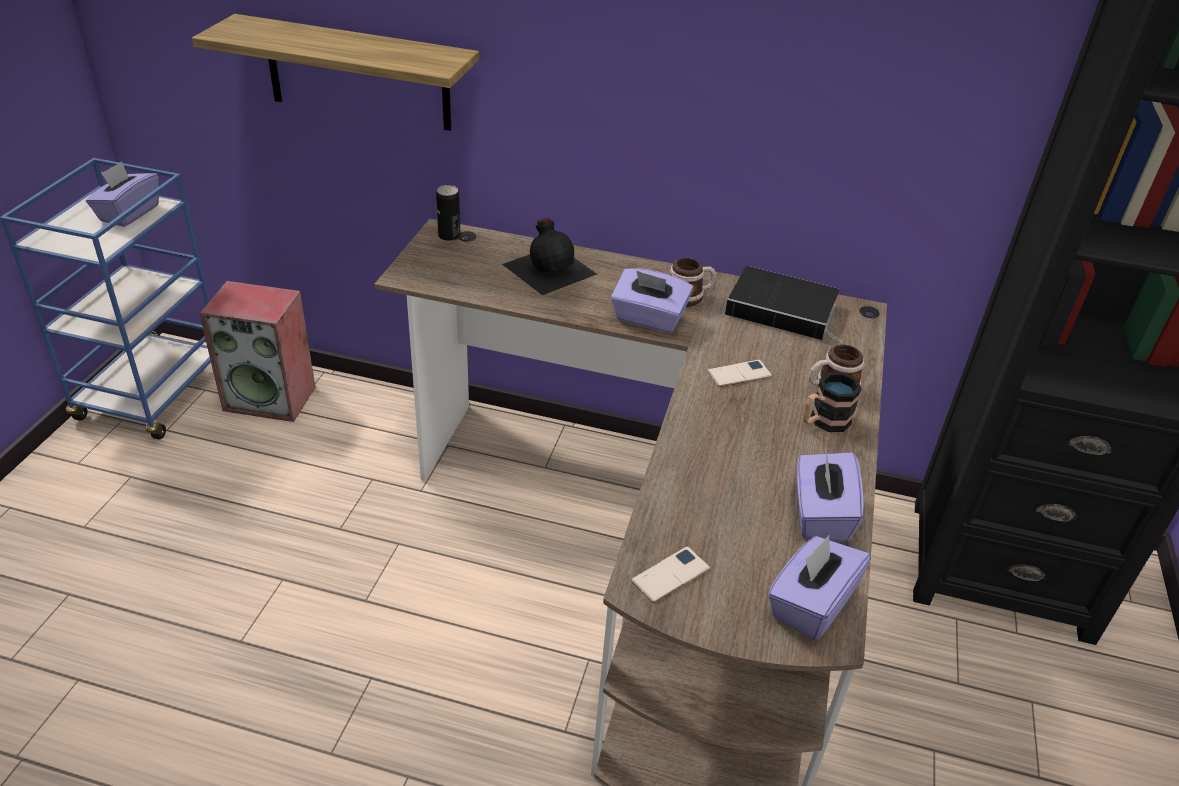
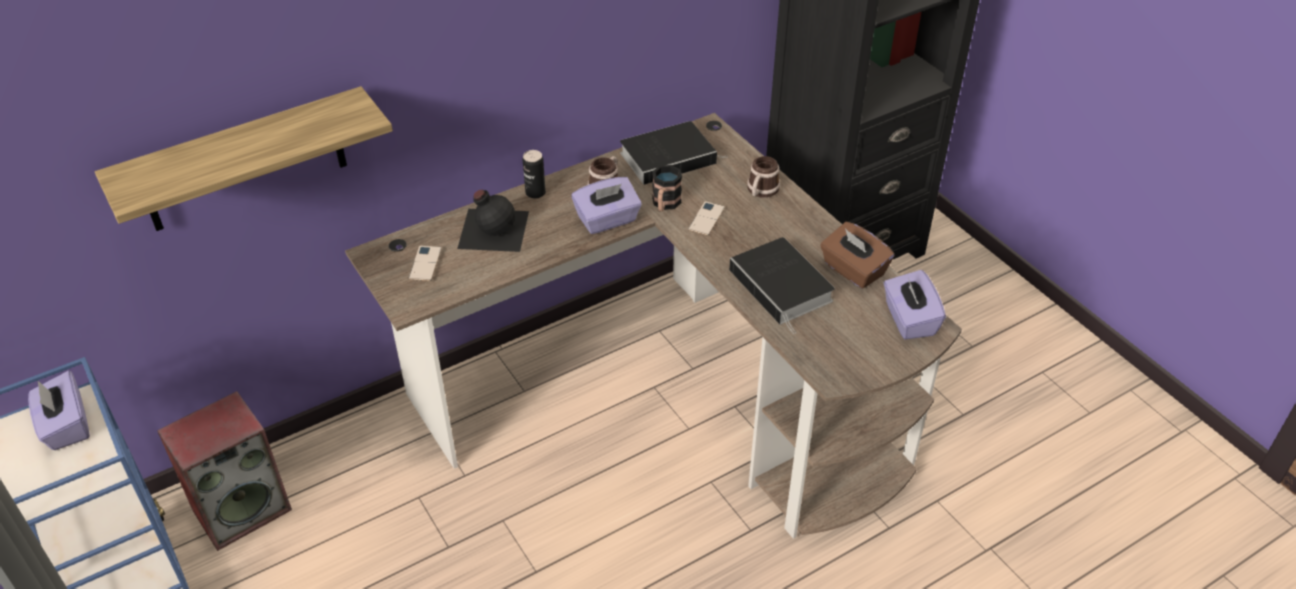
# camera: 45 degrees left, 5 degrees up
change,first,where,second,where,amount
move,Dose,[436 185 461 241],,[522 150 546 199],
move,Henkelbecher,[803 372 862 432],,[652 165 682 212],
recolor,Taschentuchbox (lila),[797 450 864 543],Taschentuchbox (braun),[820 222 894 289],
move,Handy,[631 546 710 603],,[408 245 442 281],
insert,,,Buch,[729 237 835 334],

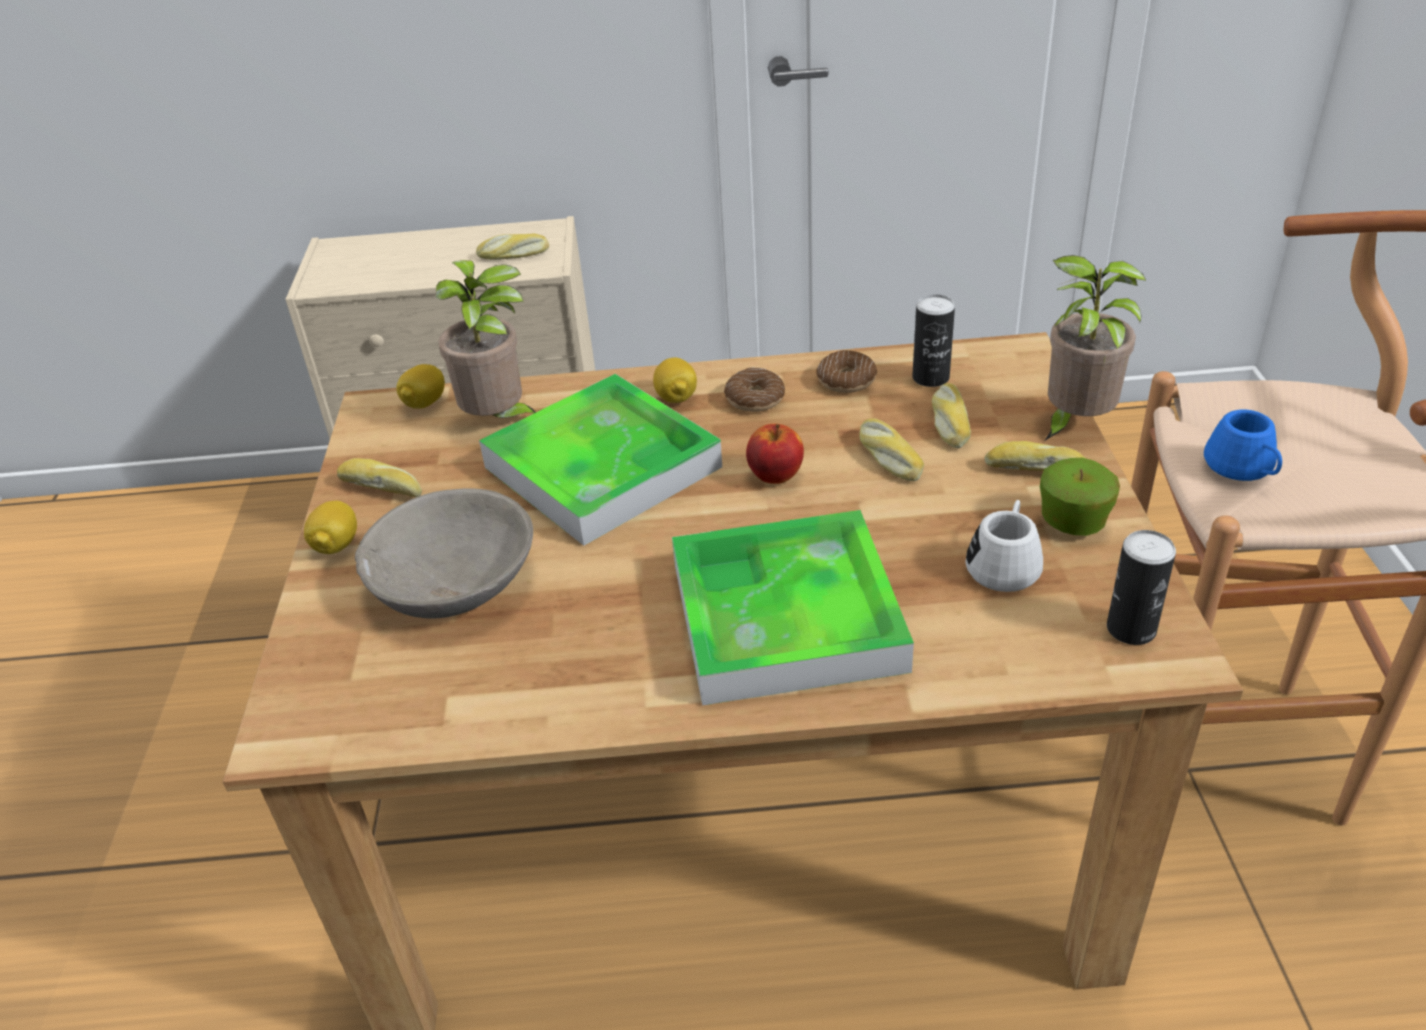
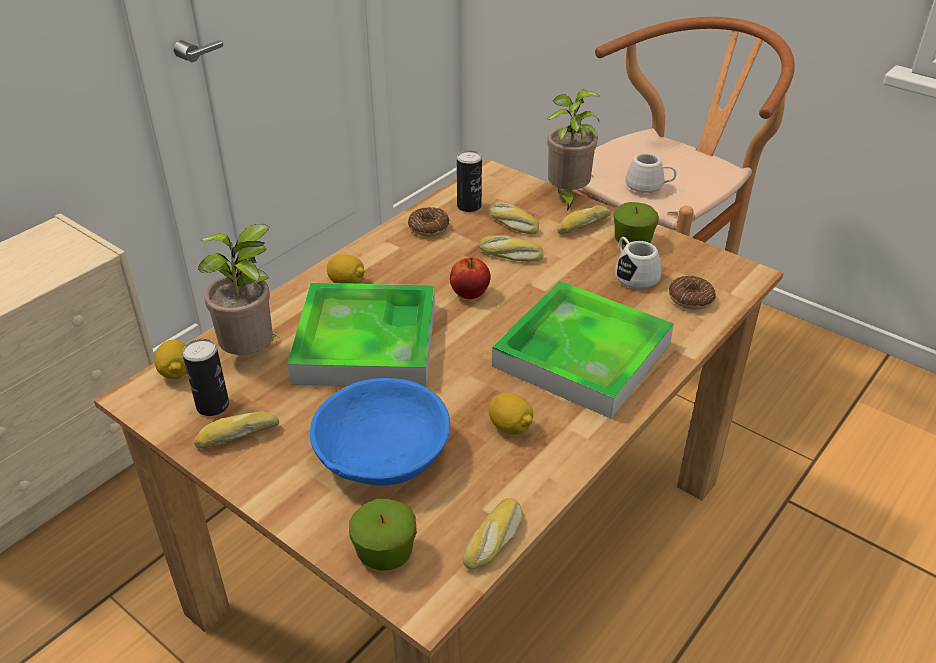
# camera: 50 degrees left, 0 degrees up
change,first,where,second,where,amount
move,Brot,[476 234 549 260],,[463 498 522 570],
move,Donut,[724 368 785 412],,[669 276 716 310],
recolor,Henkelbecher (blau),[1204 410 1282 481],Henkelbecher (weiß),[625 153 677 193],
recolor,Schüssel (grau),[355 489 533 618],Schüssel (blau),[310 378 450 485],
move,Zitrone,[304 501 357 554],,[489 393 533 435],
move,Dose,[1107 530 1176 645],,[182 339 229 416],
insert,,,Apfel,[349 499 417 570],

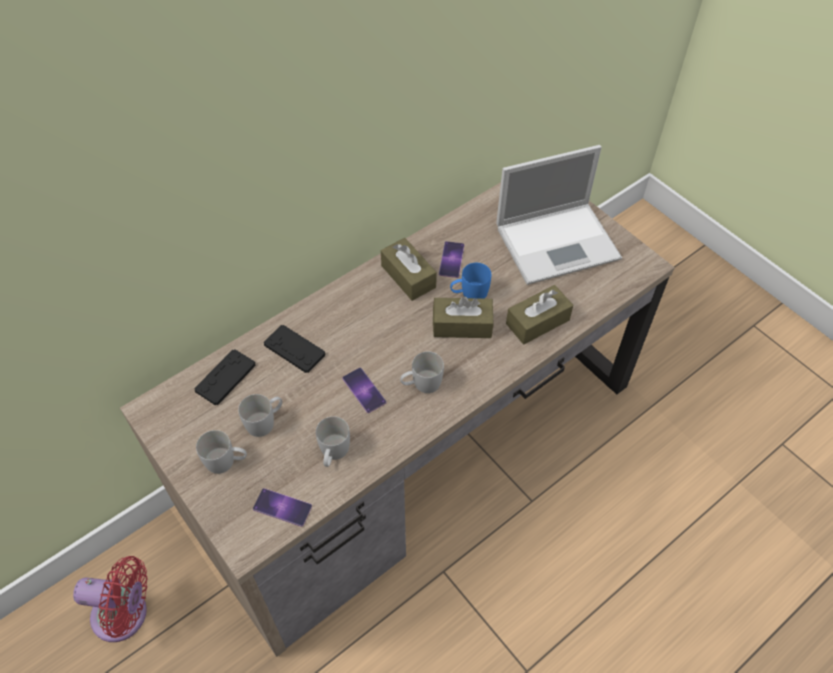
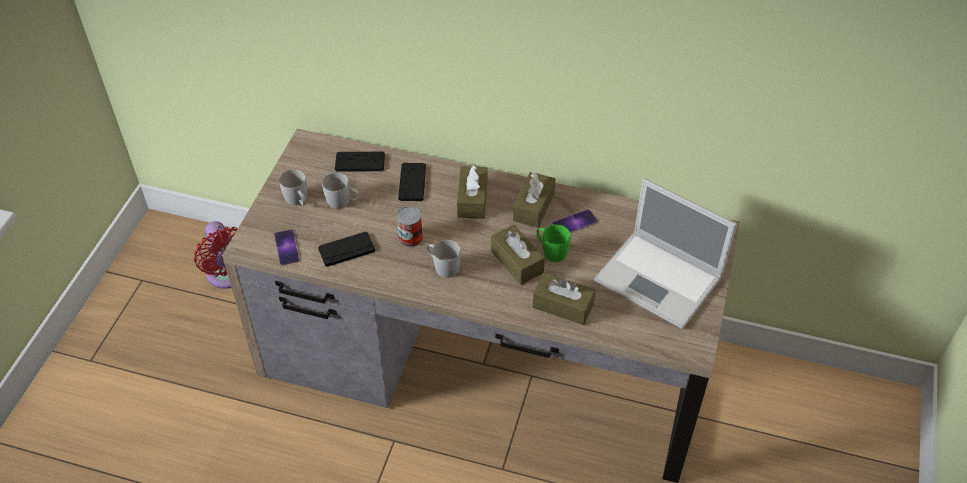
# camera: 55 degrees right, 5 degrees down
change,first,where,second,where,amount
recolor,Henkelbecher (blau),[450 263 491 299],Henkelbecher (grün),[537 225 571 262],
replace,Handy,[342 368 387 413],Dose,[396 206 423 247],
replace,Henkelbecher (weiß),[316 416 350 467],Gamepad (schwarz),[318 232 375 267],
insert,,,Taschentuchbox (braun),[457 165 487 219],

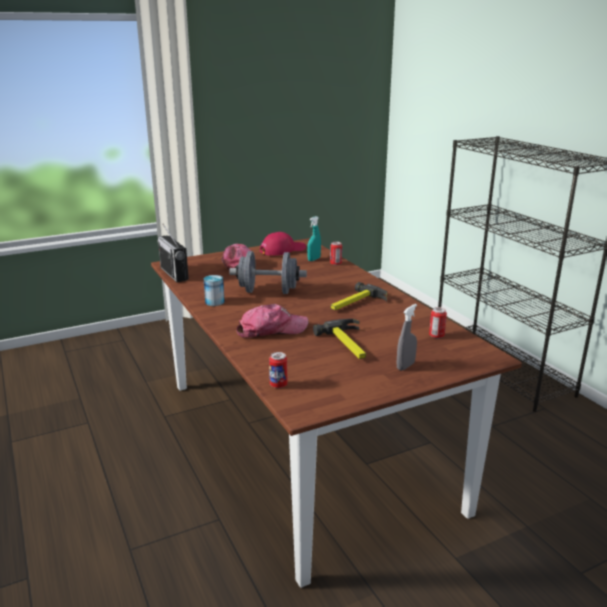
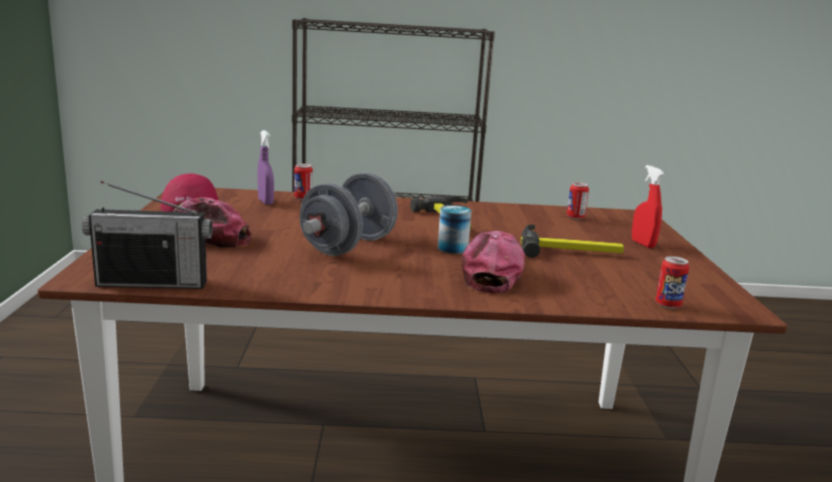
# camera: 65 degrees left, 5 degrees down
change,first,where,second,where,amount
recolor,Sprühflasche (türkis),[307 216 321 261],Sprühflasche (lila),[258 130 274 205],
move,Dose,[204 275 225 306],,[438 205 471 254],
recolor,Sprühflasche (grau),[396 304 417 371],Sprühflasche (rot),[632 165 664 248],

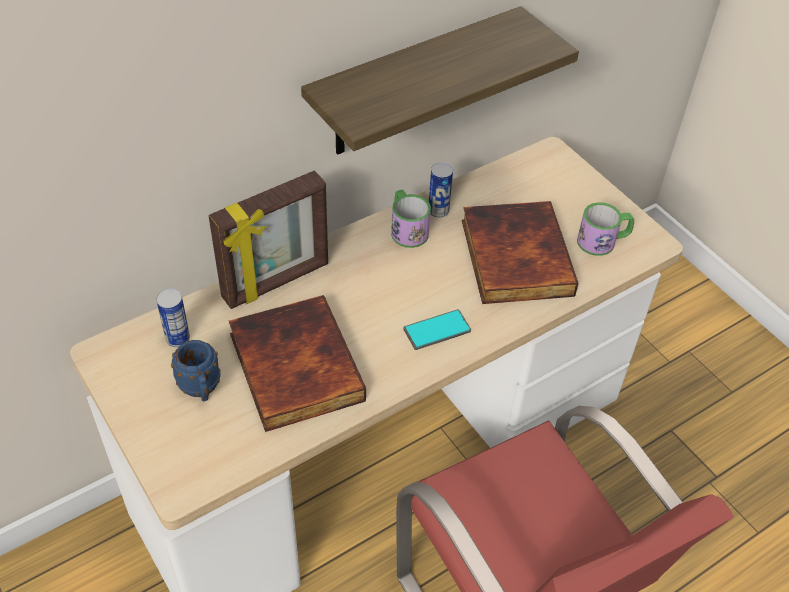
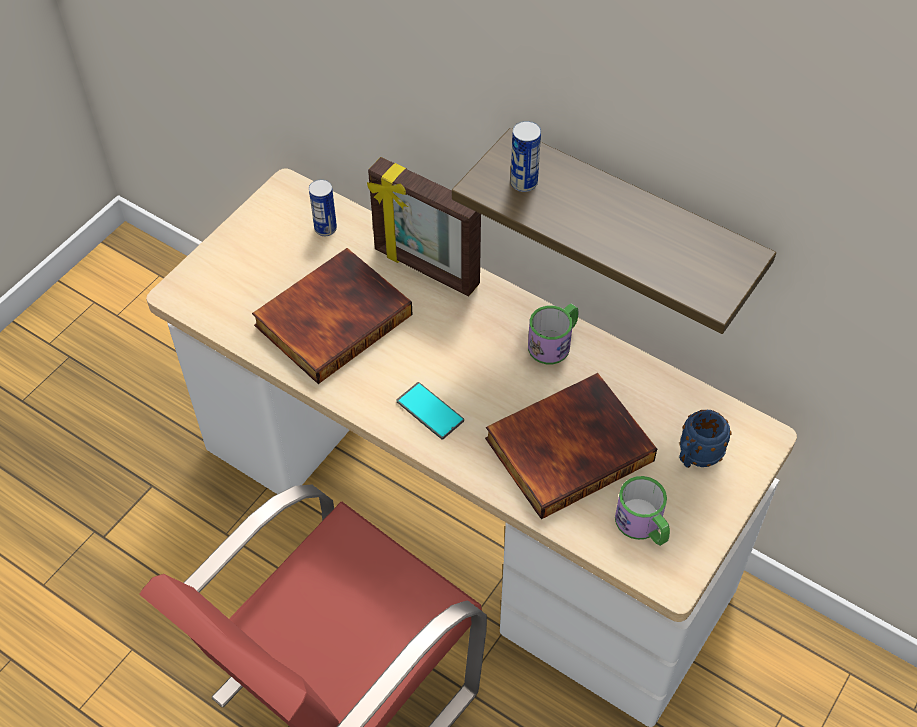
# camera: 70 degrees right, 5 degrees up
change,first,where,second,where,amount
move,Dose,[429 162 453 218],,[511 121 541 192],
move,Henkelbecher (blau),[171 340 220 401],,[679 410 732 468],

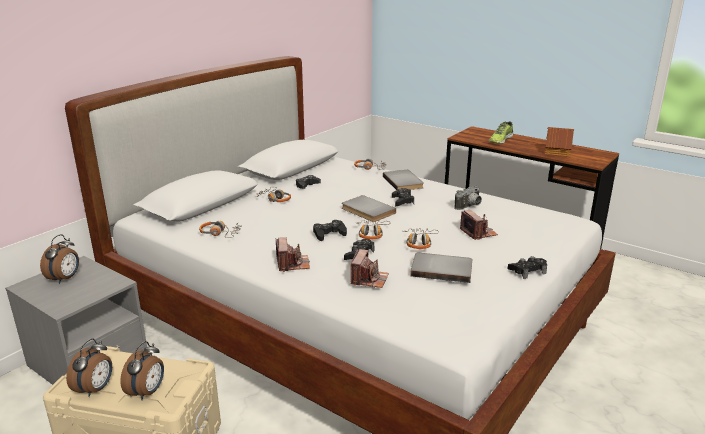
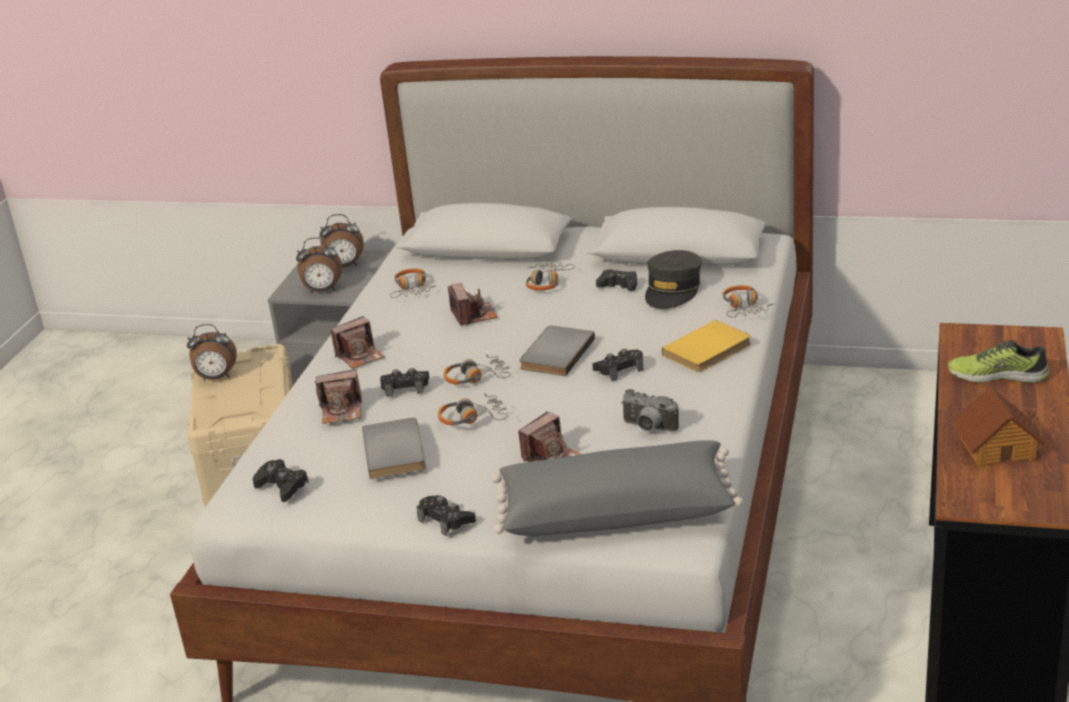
# camera: 70 degrees right, 5 degrees up
change,first,where,second,where,amount
recolor,Buch (grau),[383 170 424 190],Buch (gelb),[662 320 751 372],
move,Gamepad (schwarz),[313 220 347 241],,[252 459 309 502],
move,Wecker,[120 341 164 400],,[296 237 342 293],
insert,,,Kappe (grau),[645 250 702 309],
insert,,,Kamera,[448 283 497 326],
insert,,,Kissen (grau),[492 440 743 536],

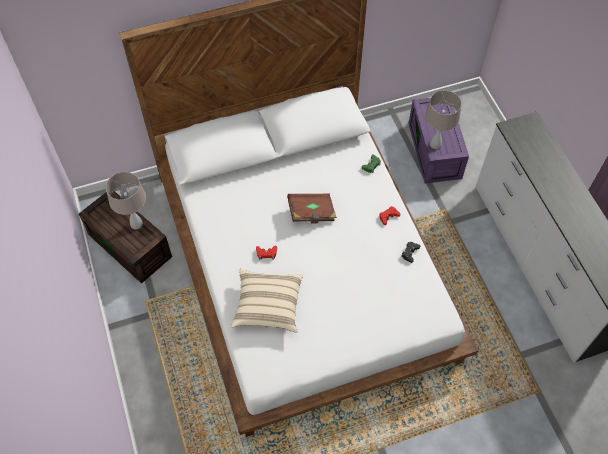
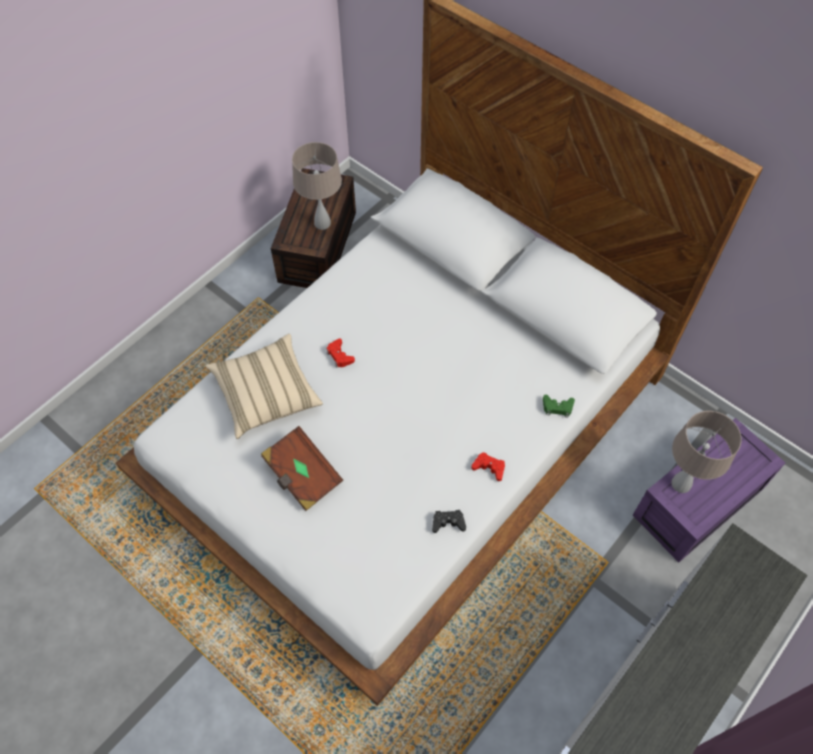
# camera: 60 degrees right, 0 degrees up
change,first,where,second,where,amount
move,Buch (braun),[287 194 337 224],,[261 426 343 511],

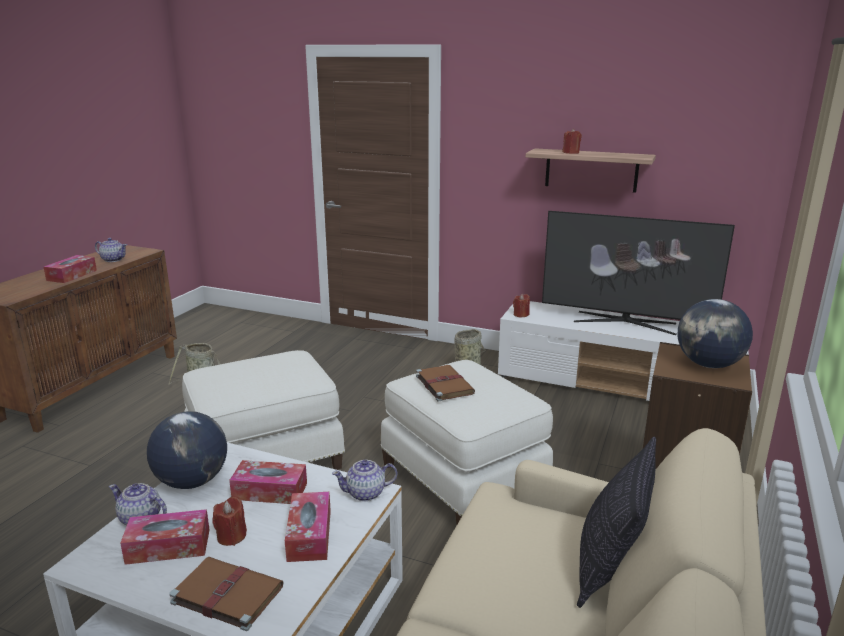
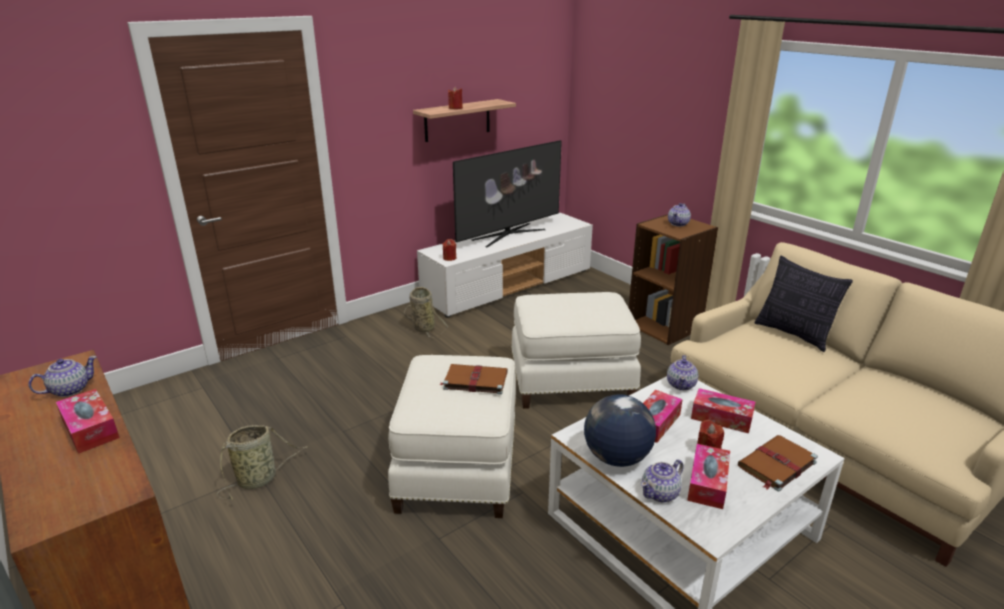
# camera: 60 degrees left, 5 degrees up
change,first,where,second,where,amount
replace,Globus,[678 299 753 368],Teekanne,[668 203 691 227],
move,Buch (braun),[416 365 475 402],,[440 364 508 394],

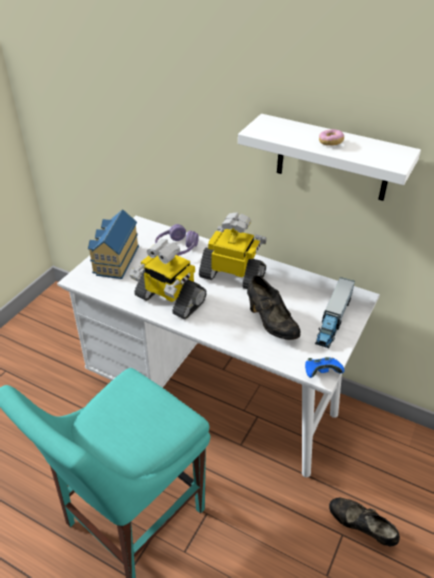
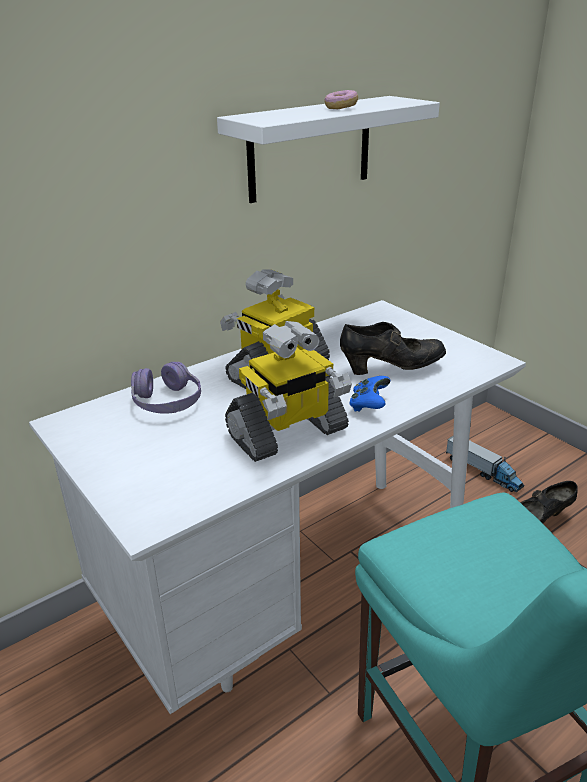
# camera: 65 degrees left, 10 degrees down
change,first,where,second,where,amount
delete,Spielzeughaus,[88 209 139 279],,,
move,Spielzeuglaster,[315 277 355 348],,[446 436 524 492],
move,Gamepad (blau),[305 357 344 378],,[349 376 391 412],

